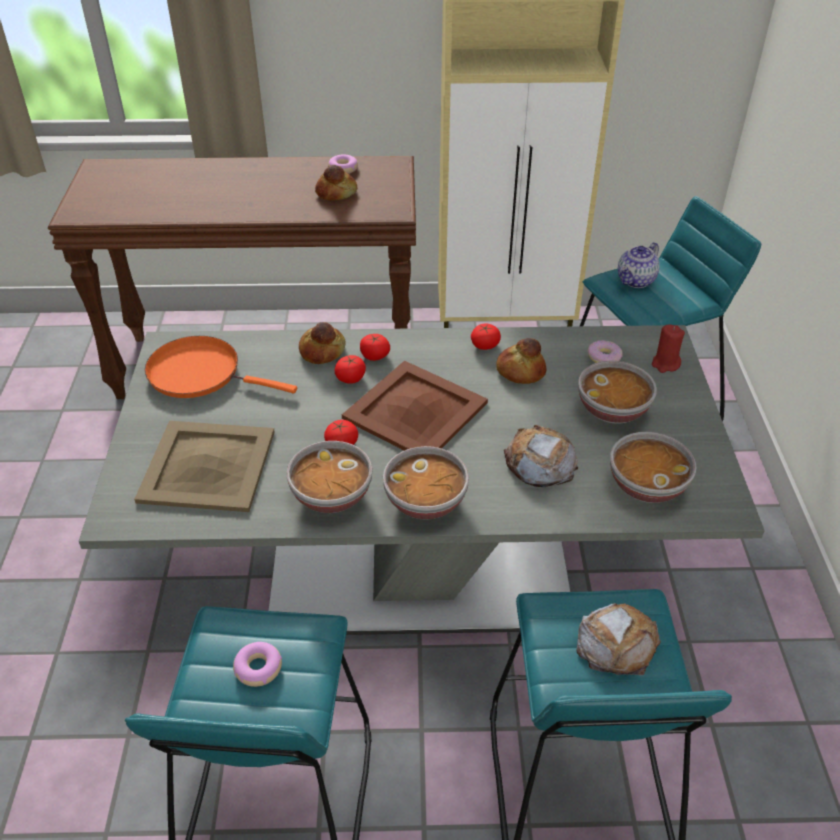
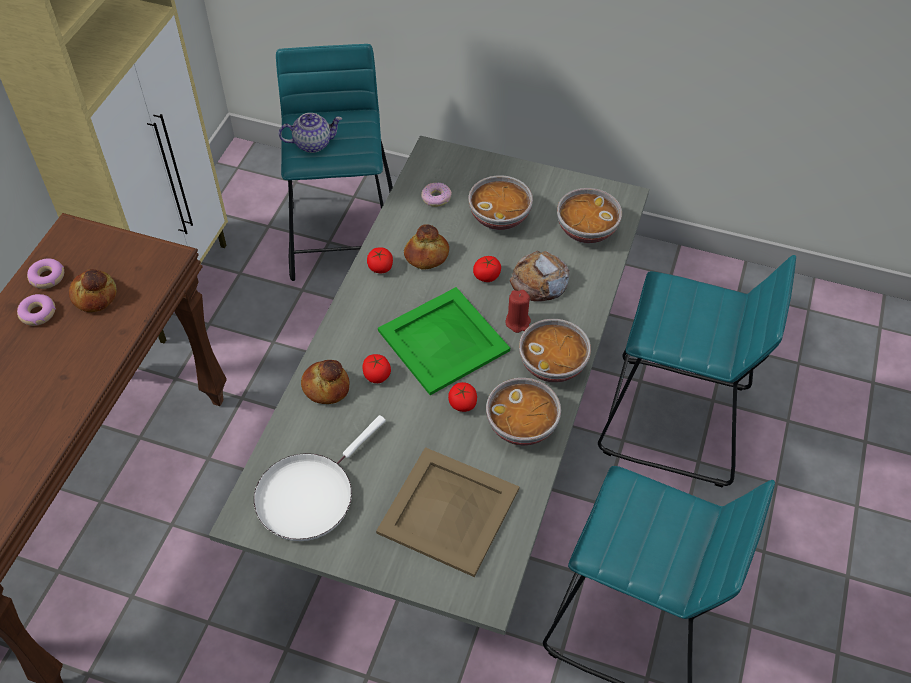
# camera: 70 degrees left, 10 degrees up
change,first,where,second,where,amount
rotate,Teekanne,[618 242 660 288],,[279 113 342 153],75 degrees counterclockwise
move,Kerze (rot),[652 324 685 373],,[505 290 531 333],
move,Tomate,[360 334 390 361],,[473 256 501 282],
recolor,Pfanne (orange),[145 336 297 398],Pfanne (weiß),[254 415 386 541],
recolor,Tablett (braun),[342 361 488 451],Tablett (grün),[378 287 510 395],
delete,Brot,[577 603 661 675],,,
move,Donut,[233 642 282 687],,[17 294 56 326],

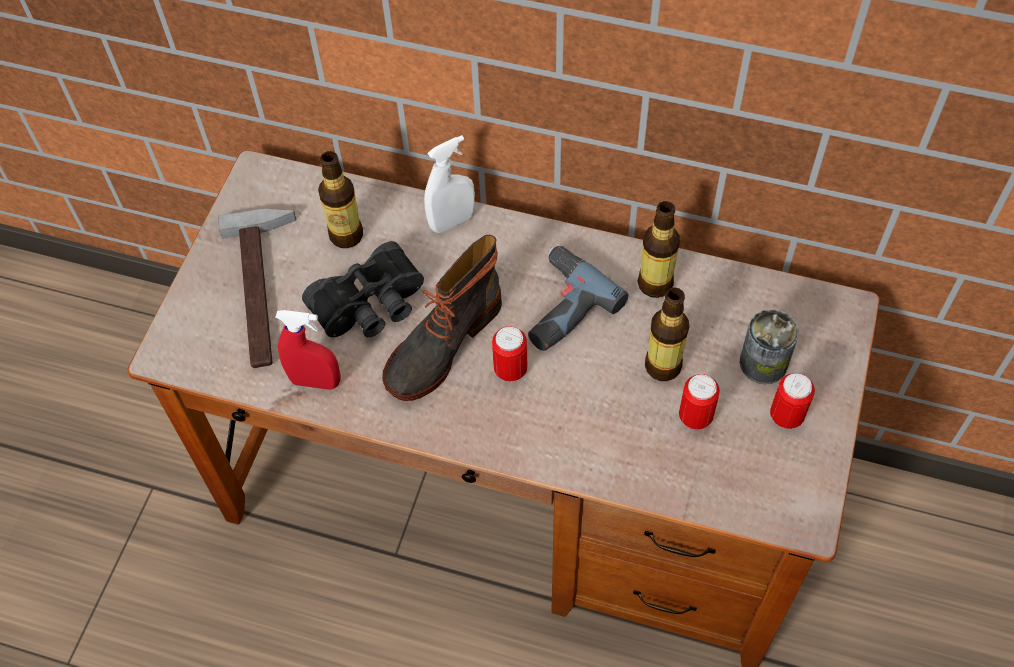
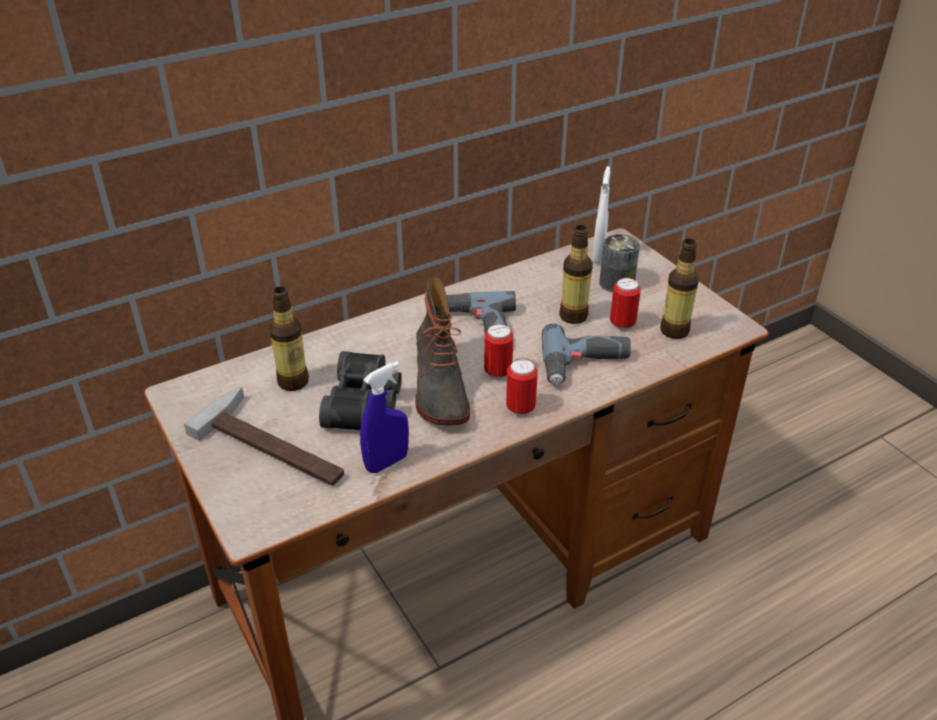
# camera: 50 degrees left, 20 degrees down
change,first,where,second,where,amount
move,Sprühflasche (weiß),[424 135 475 233],,[592 166 610 264],
move,Flasche,[638 201 680 298],,[660 239 699 339],
recolor,Sprühflasche (rot),[276 310 340 390],Sprühflasche (blau),[360 361 409 473],
move,Dose,[770 373 815 429],,[506 359 538 417],
insert,,,Bohrmaschine,[542 323 631 385],

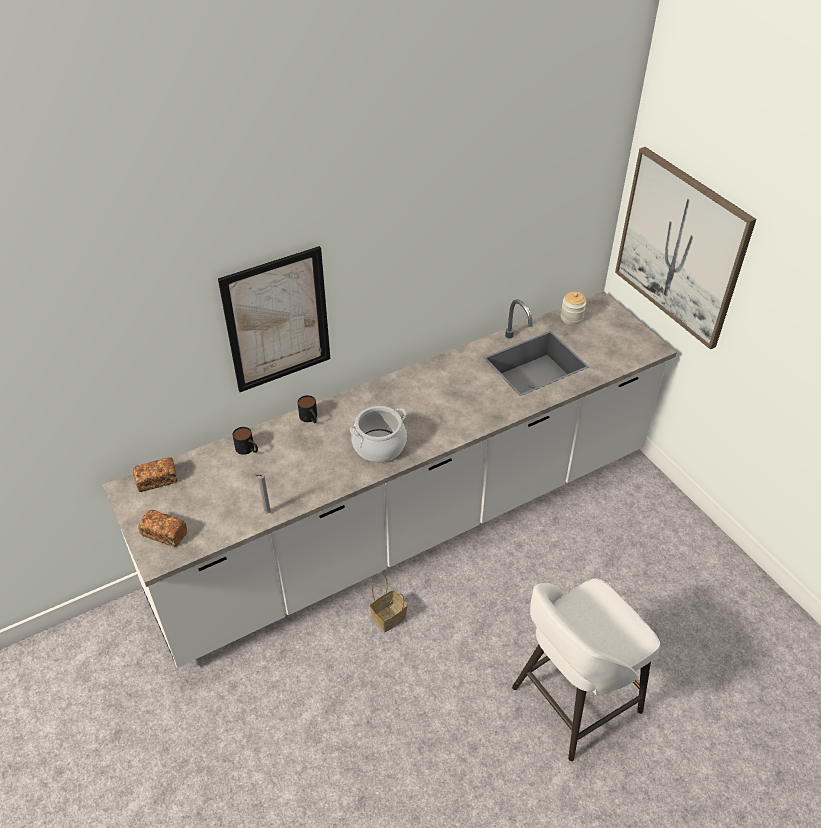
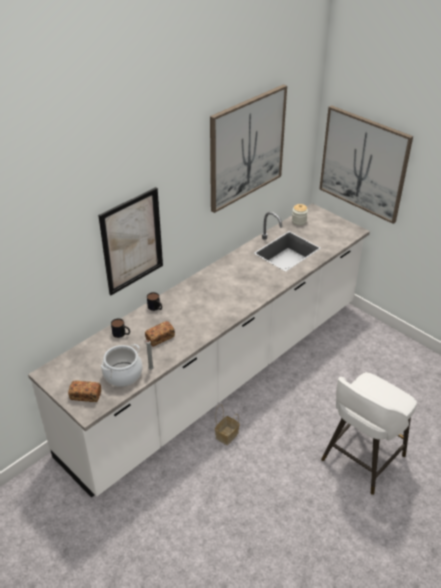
# camera: 15 degrees left, 5 degrees down
change,first,where,second,where,amount
move,Kochtopf,[350 406 407 462],,[101 344 143 387],
move,Brot,[133 457 178 492],,[145 321 175 347],
insert,,,Bild,[210 84 287 213],

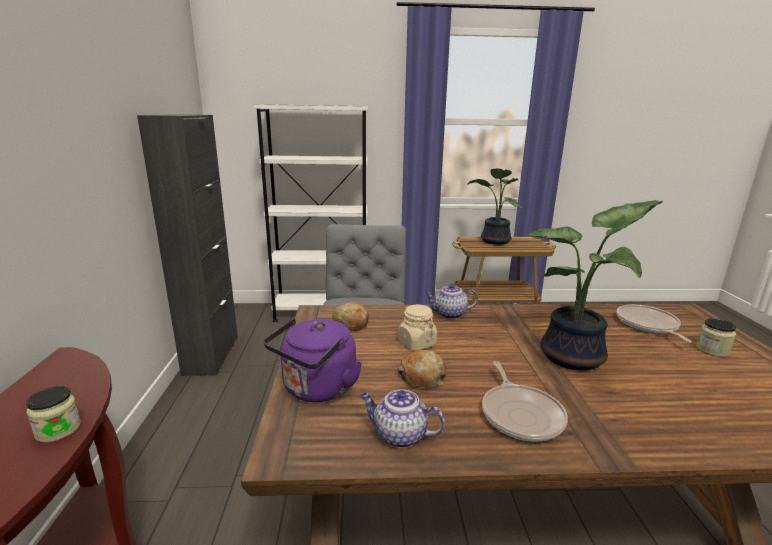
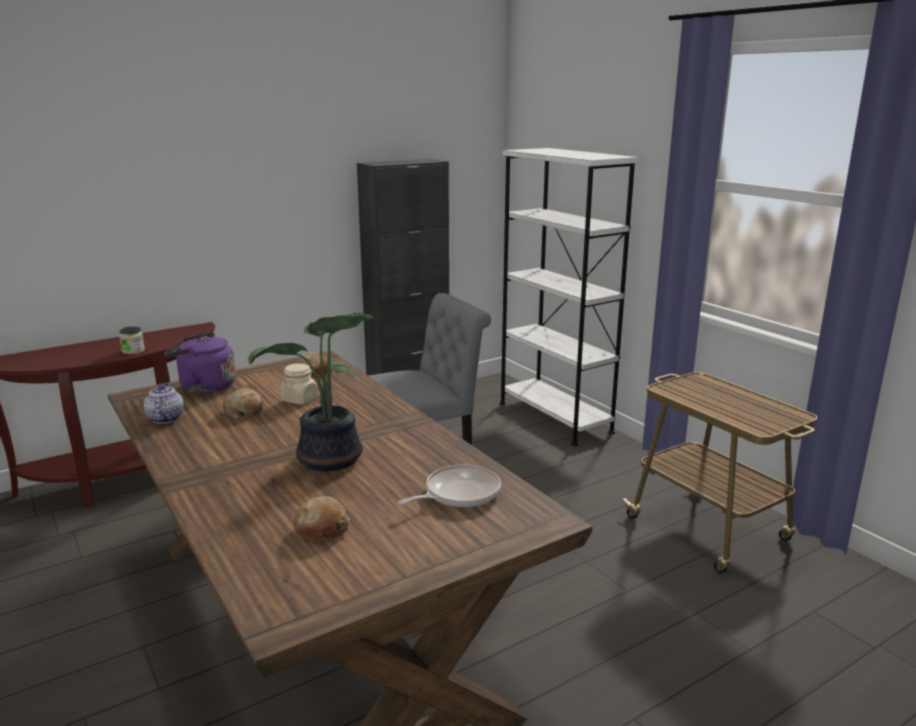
# camera: 60 degrees right, 0 degrees up
change,first,where,second,where,amount
delete,Topfpflanze,[467 168 523 245],,,
delete,Teekanne,[424 284 478 319],,,
delete,Vorratsglas,[696 318 736 357],,,
delete,Pfanne,[482 361 568 441],,,
insert,,,Brot,[294 496 350 542],

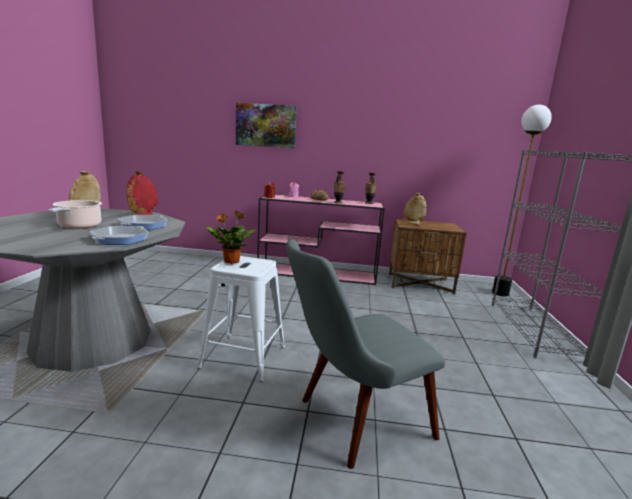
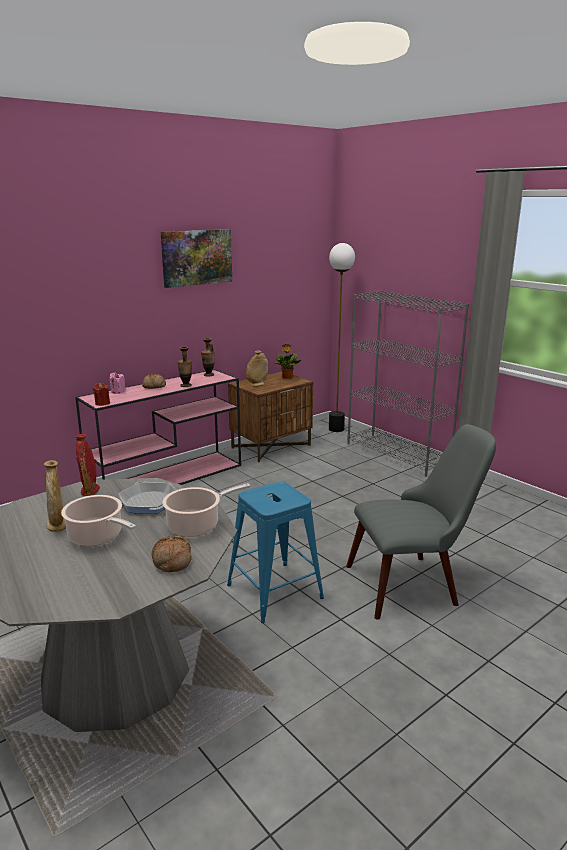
# camera: 45 degrees left, 5 degrees up
change,first,where,second,where,amount
move,Bild,[236 103 297 149],,[161 229 232 288],
move,Topfpflanze,[207 211 256 264],,[274 344 301 379],
replace,Pfanne,[90 226 149 245],Kochtopf,[162 483 251 537],
rotate,Stuhl (grau),[287 238 445 469],,[346 424 496 620],120 degrees counterclockwise
recolor,Hocker (weiß),[197 256 285 382],Hocker (blau),[227 481 324 623],
insert,,,Brot,[152 536 192 572],

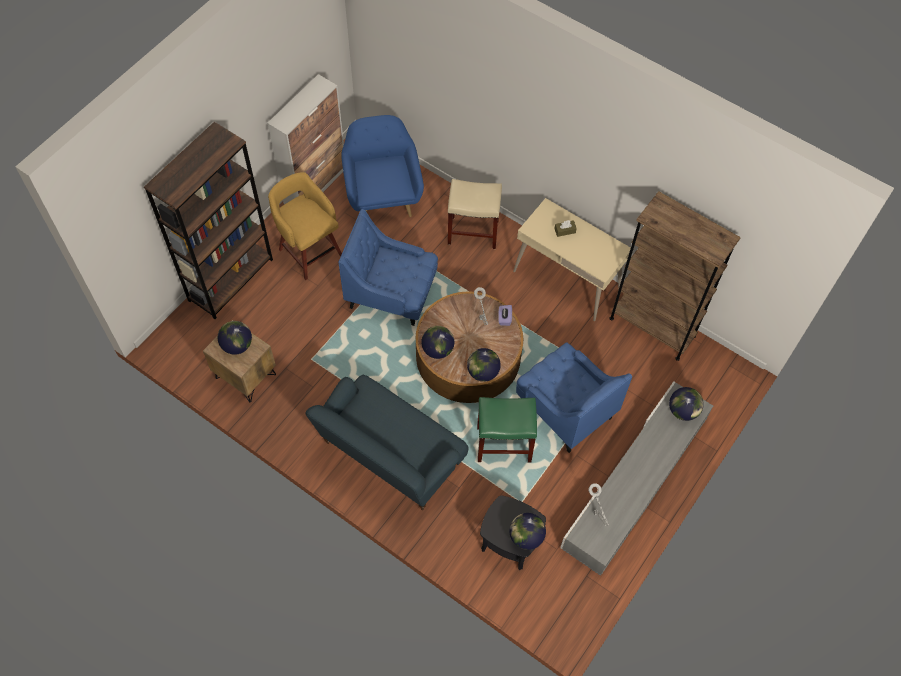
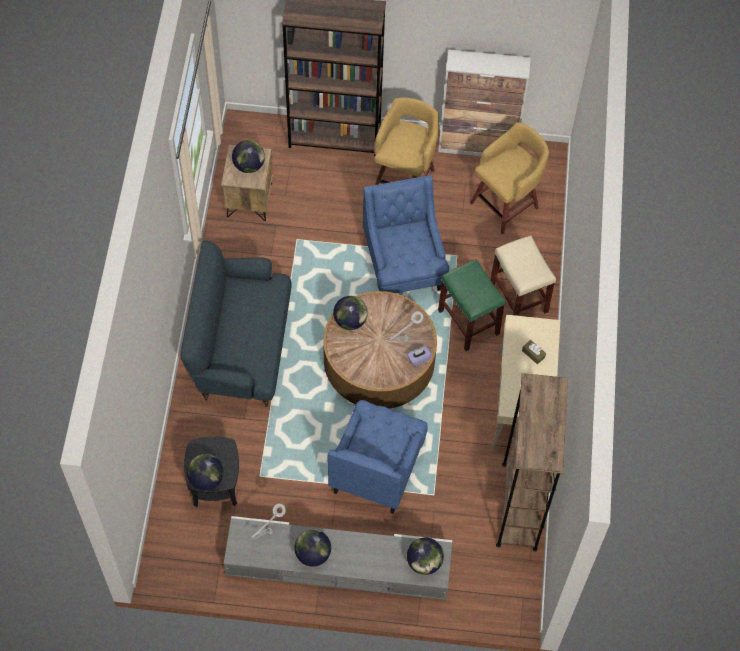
# camera: 60 degrees right, 0 degrees up
change,first,where,second,where,amount
replace,Sessel (blau),[341 115 424 217],Hocker (gelb),[470 122 549 235],
move,Globus,[467 348 501 382],,[294 529 331 567],
move,Hocker (grün),[477 397 537 463],,[438 259 506 351],

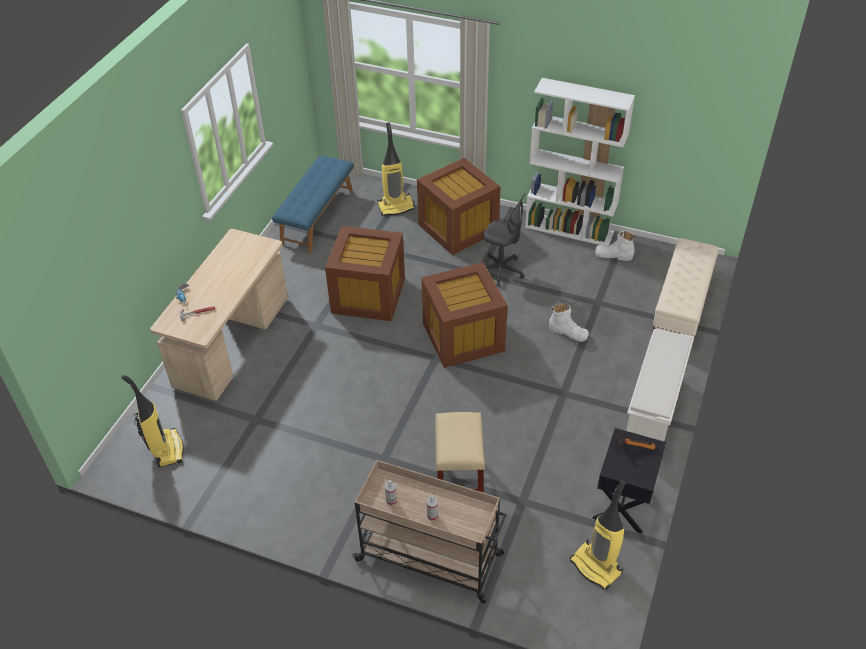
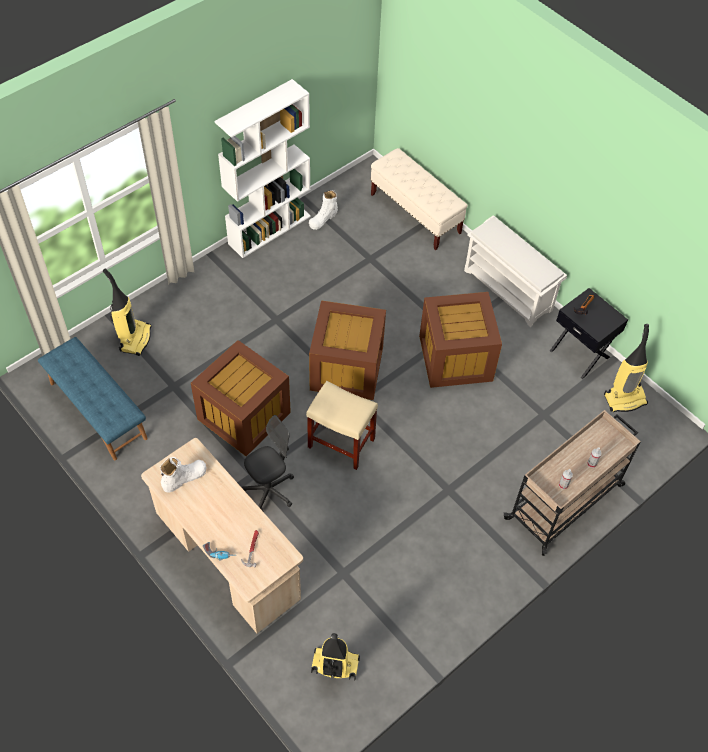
# camera: 65 degrees left, 10 degrees up
change,first,where,second,where,amount
move,Aufbewahrungsbox (braun),[417 158 501 255],,[419 292 502 388],
move,Bürostuhl (grau),[483 193 526 287],,[242 415 294 511],
move,Stiefel (weiß),[549 304 589 342],,[160 457 206 493],
move,Hocker (beige),[435 412 485 492],,[306 381 378 470],

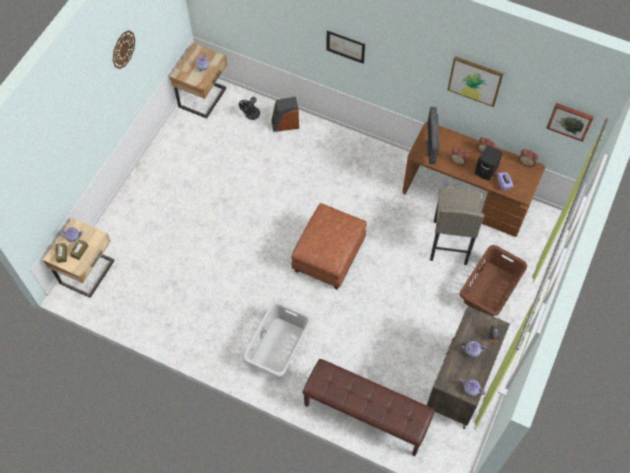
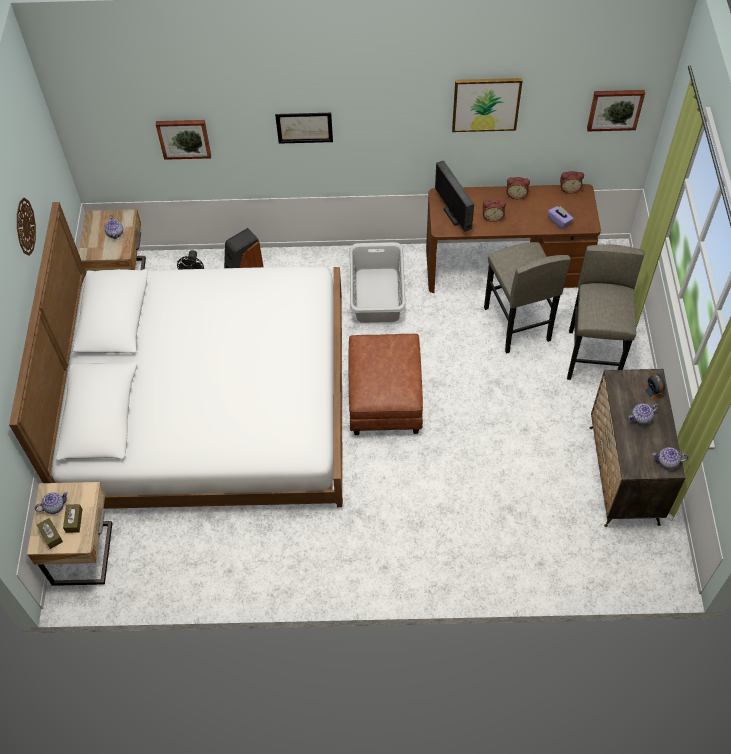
# camera: 25 degrees left, 5 degrees down
change,first,where,second,where,amount
delete,Lautsprecher (schwarz),[475 145 503 181],,,
replace,Wäschekorb (braun),[460 245 527 316],Hocker (grau),[567 244 645 380],
move,Wäschekorb (grau),[243 301 311 377],,[350 242 406 323],
delete,Bank (braun),[303 359 435 456],,,
insert,,,Bild,[156 120 211 160],
insert,,,Bett (weiß),[9 202 343 509],

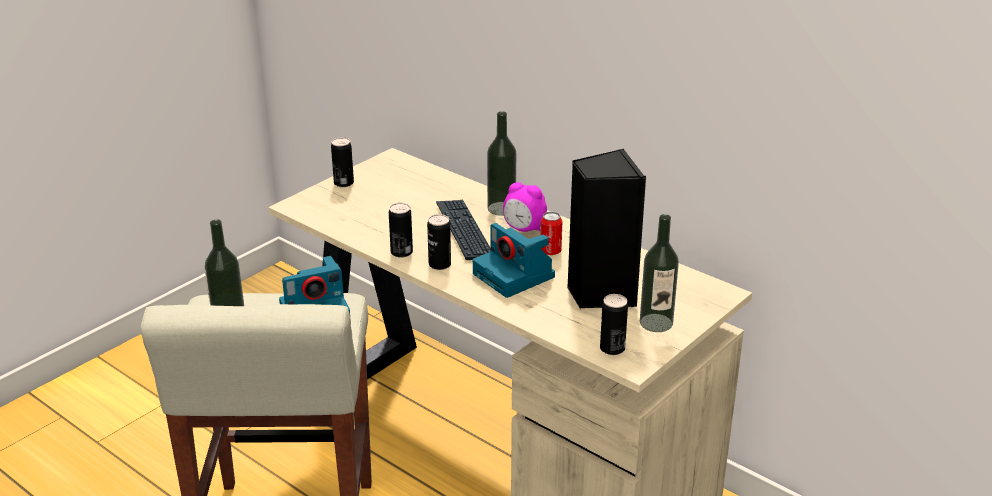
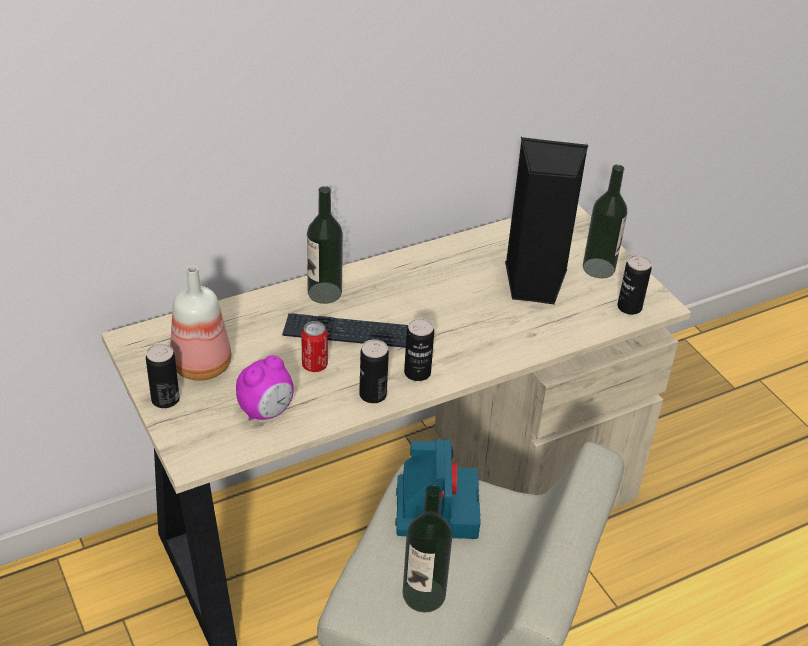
# camera: 70 degrees left, 10 degrees up
change,first,where,second,where,amount
move,Wecker,[503 182 547 232],,[236 355 294 420],
move,Dose,[540 212 562 255],,[301 321 328 372],
delete,Kamera,[473 223 555 298],,,
insert,,,Flasche,[170 266 231 381],

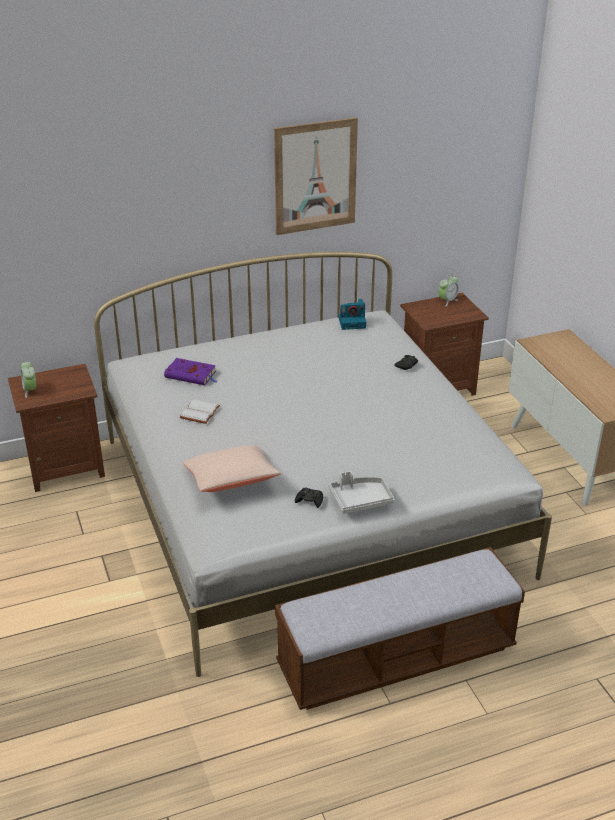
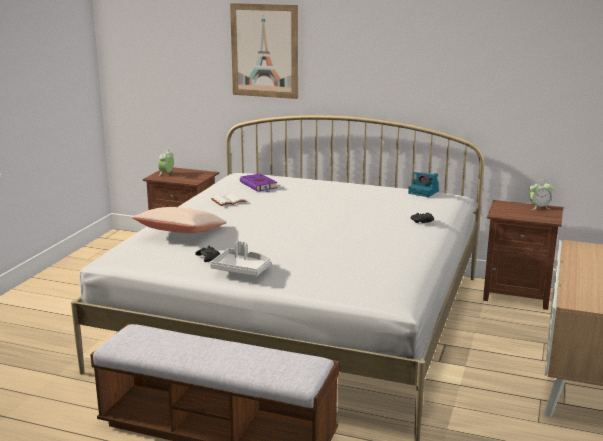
# camera: 40 degrees right, 15 degrees down
change,first,where,second,where,amount
move,Bild,[274 117 358 235],,[230 3 298 99],

